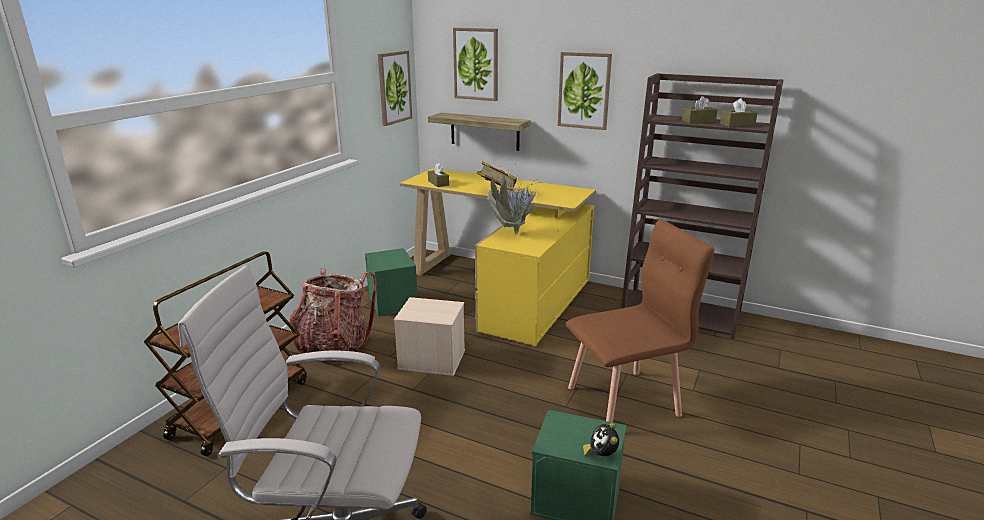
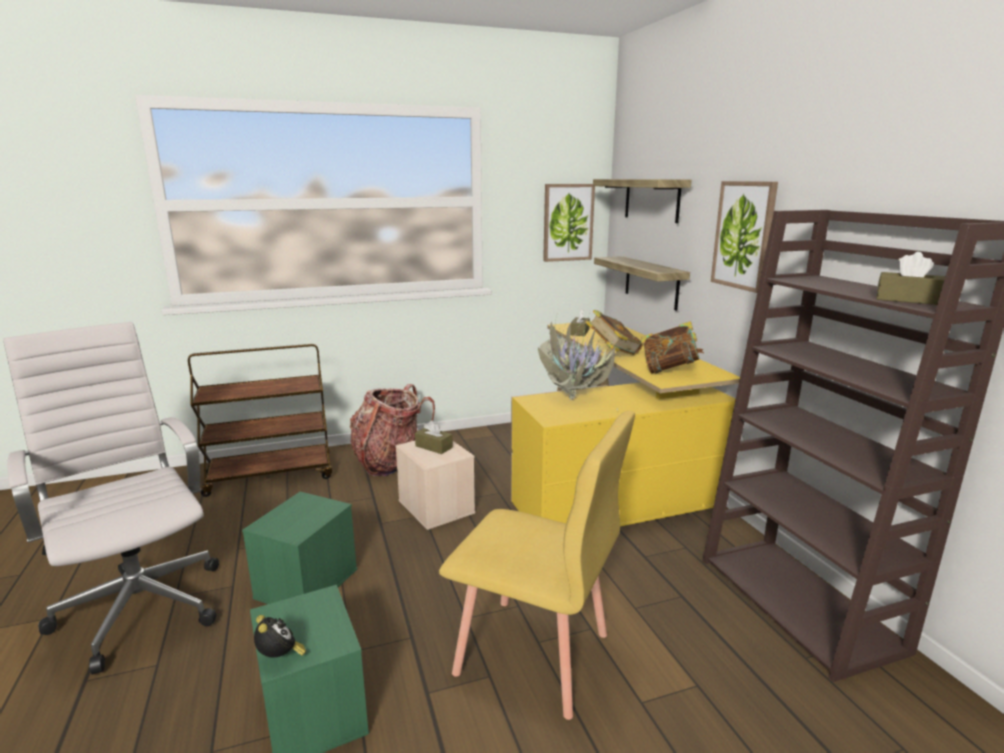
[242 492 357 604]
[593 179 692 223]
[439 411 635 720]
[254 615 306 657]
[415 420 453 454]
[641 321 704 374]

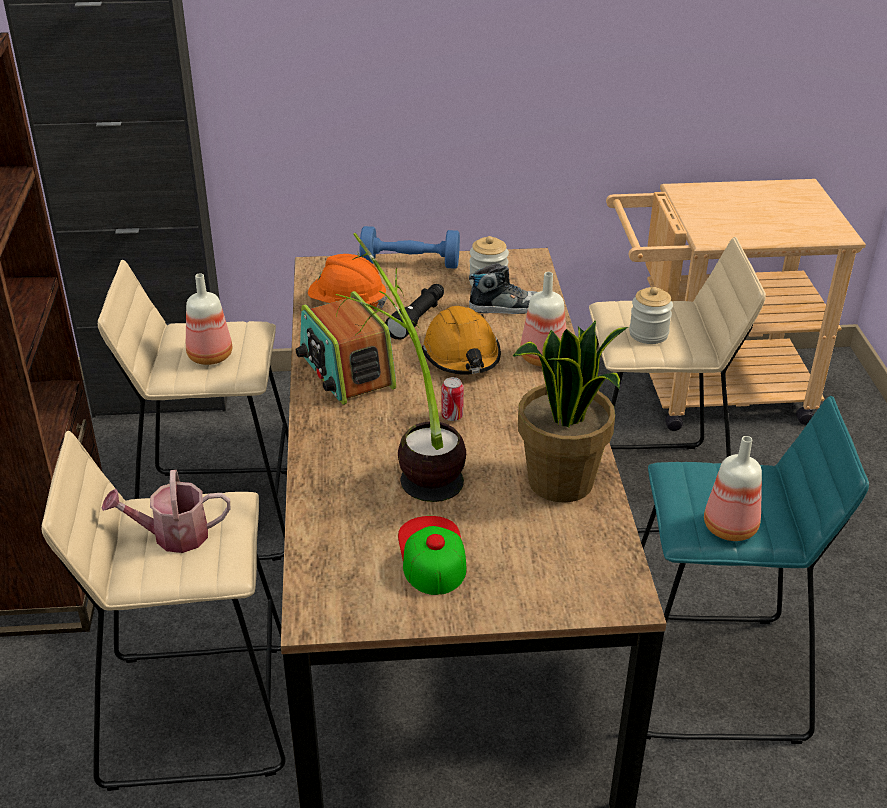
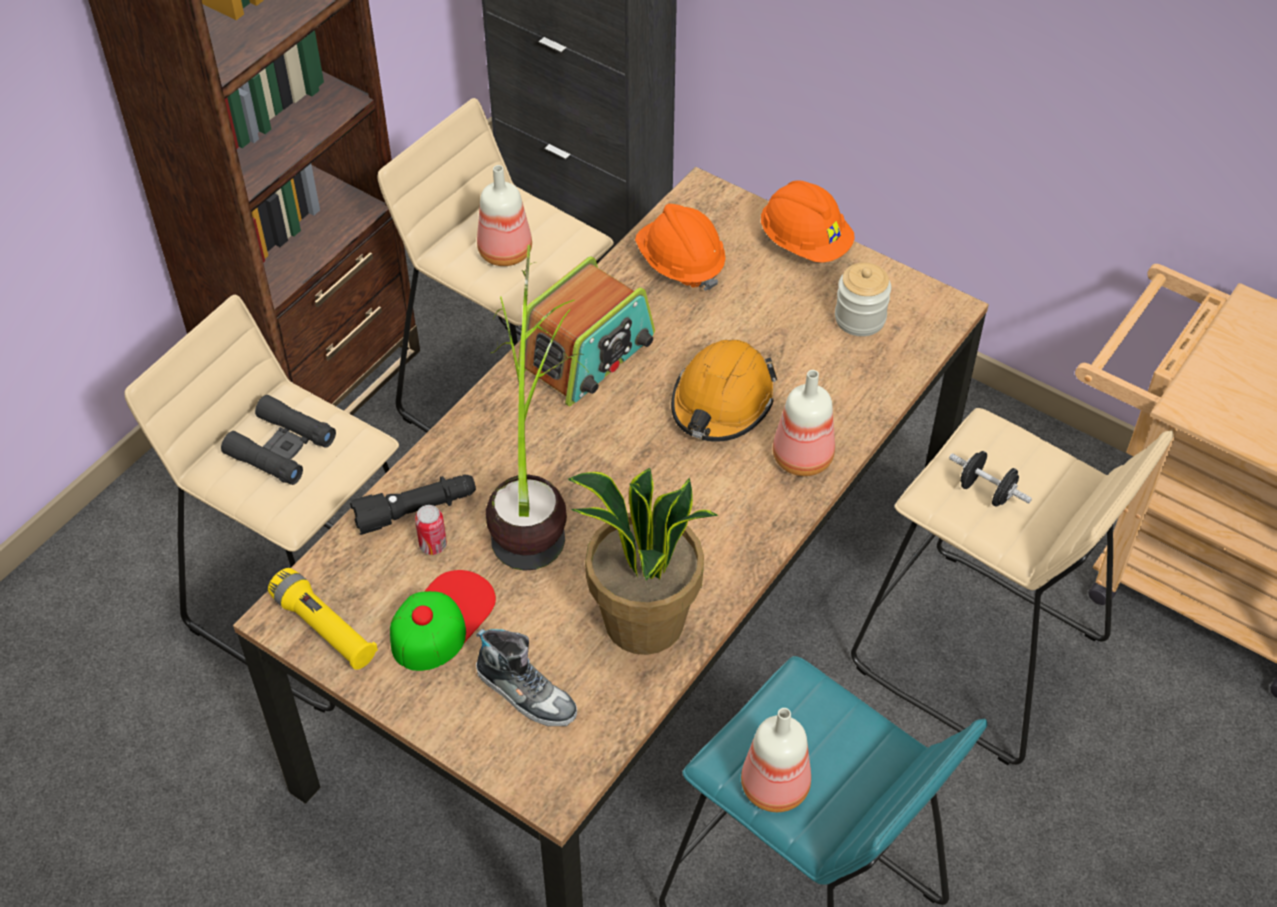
[221 395 336 485]
[518 256 655 406]
[761 180 855 263]
[350 474 476 535]
[415 505 447 555]
[476 629 577 726]
[949 451 1032 507]
[268 568 378 670]

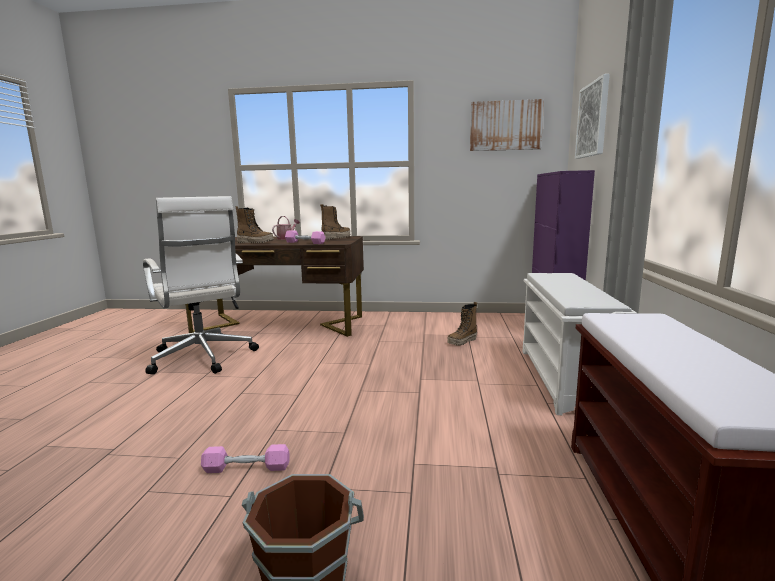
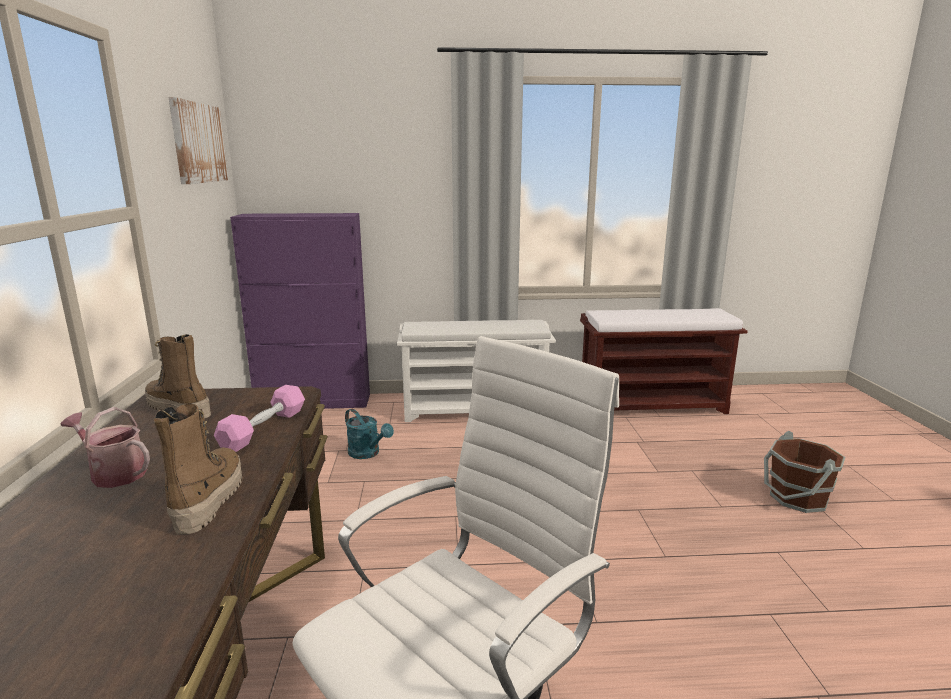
[201 444 290 473] (first image)
[345 409 394 459]
[575 74 610 159] (first image)

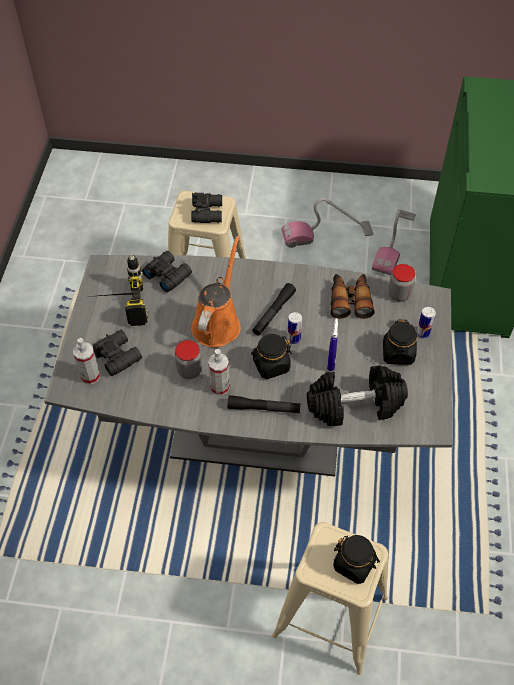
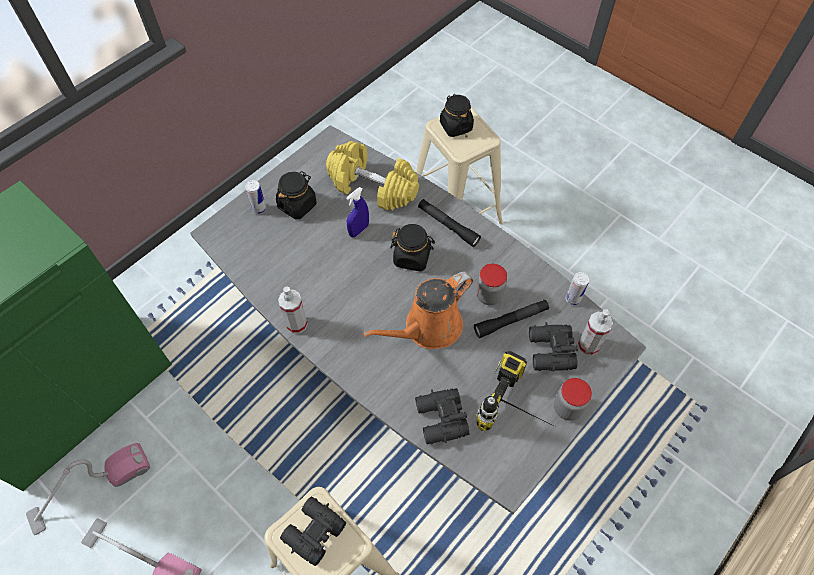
[278 286 308 333]
[474 300 549 338]
[566 272 589 305]
[326 141 419 210]
[331 274 375 319] (first image)
[554 378 592 420]

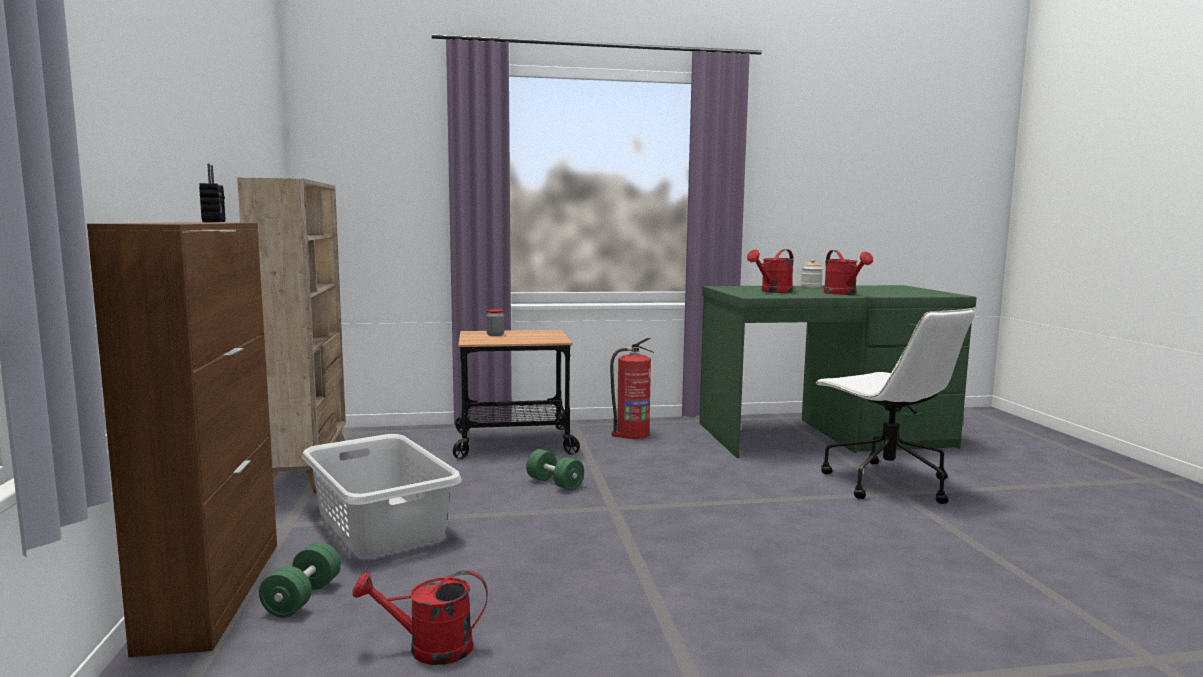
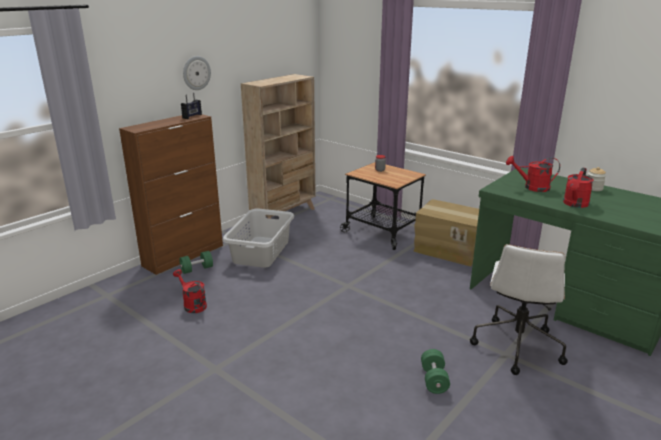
[421 349 450 394]
[414 199 479 267]
[183 56 211 90]

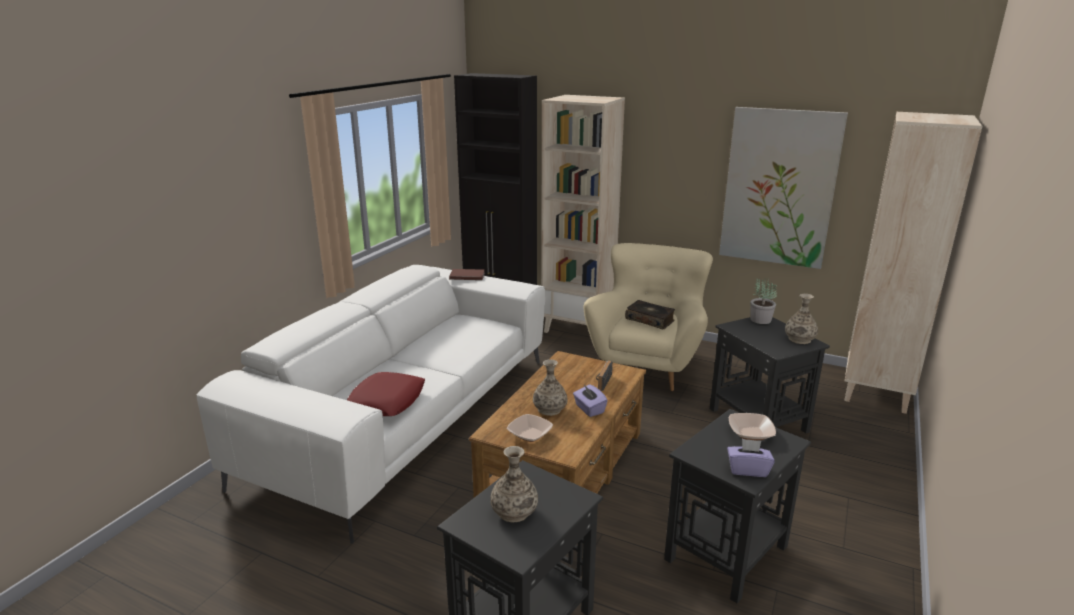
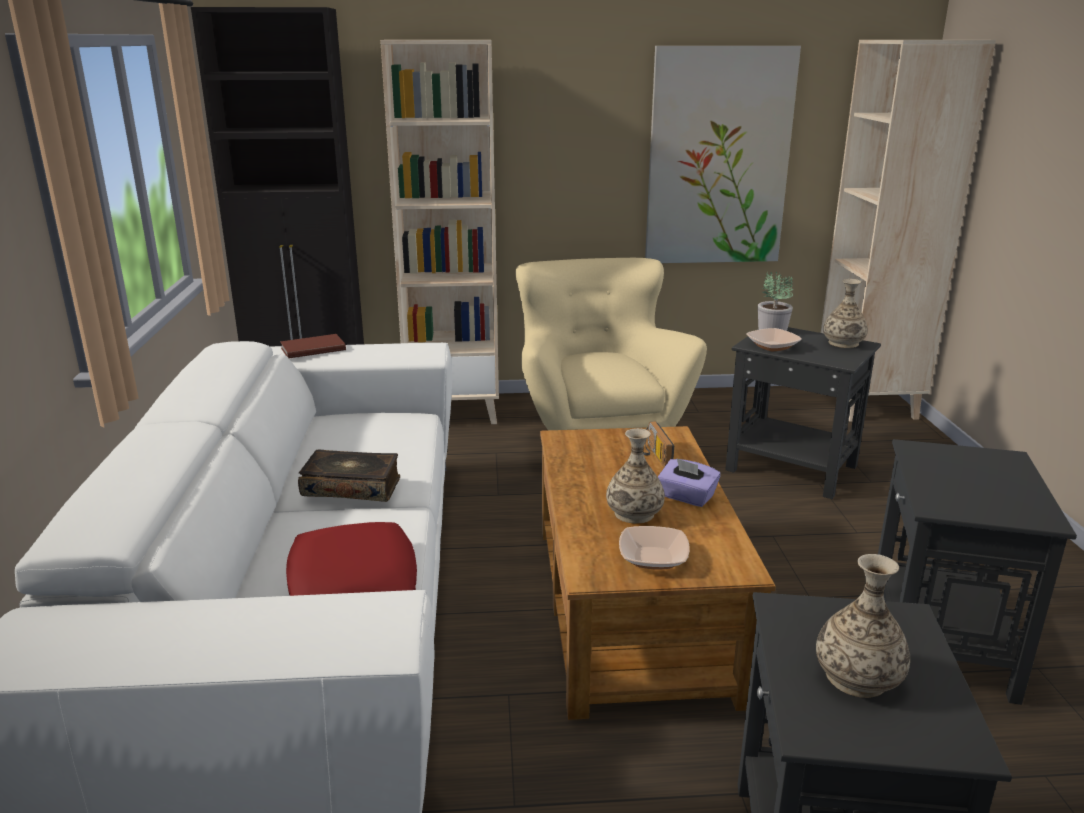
[298 450 400 502]
[727 439 775 477] (first image)
[746 328 802 351]

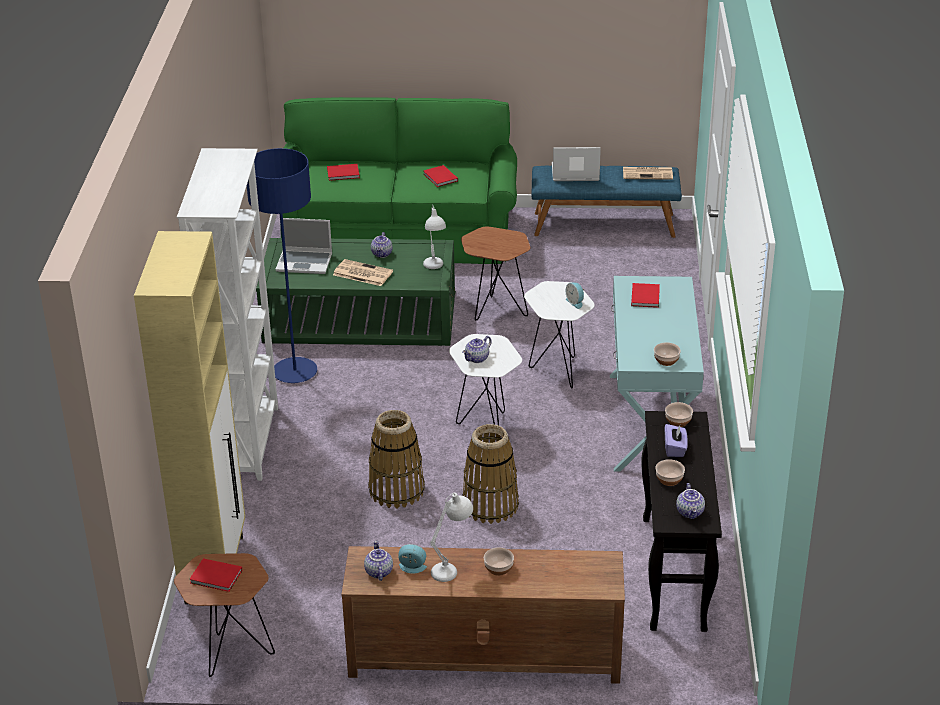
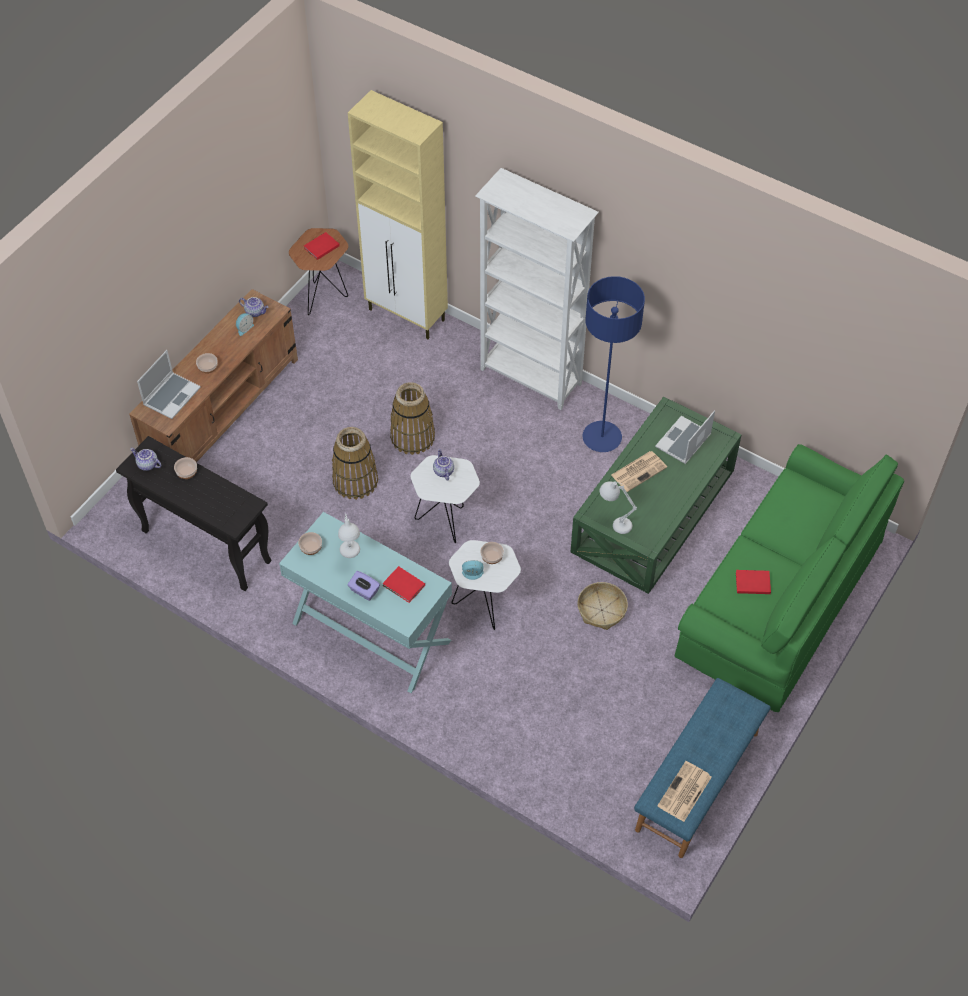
[327 164 360 181] (first image)
[371 232 393 258] (first image)
[338 512 360 558]
[577 582 628 630]
[137 350 201 419]
[480 542 504 564]
[348 571 380 601]

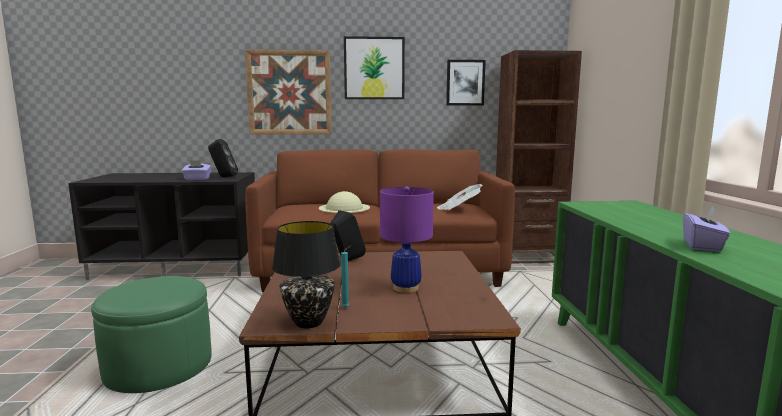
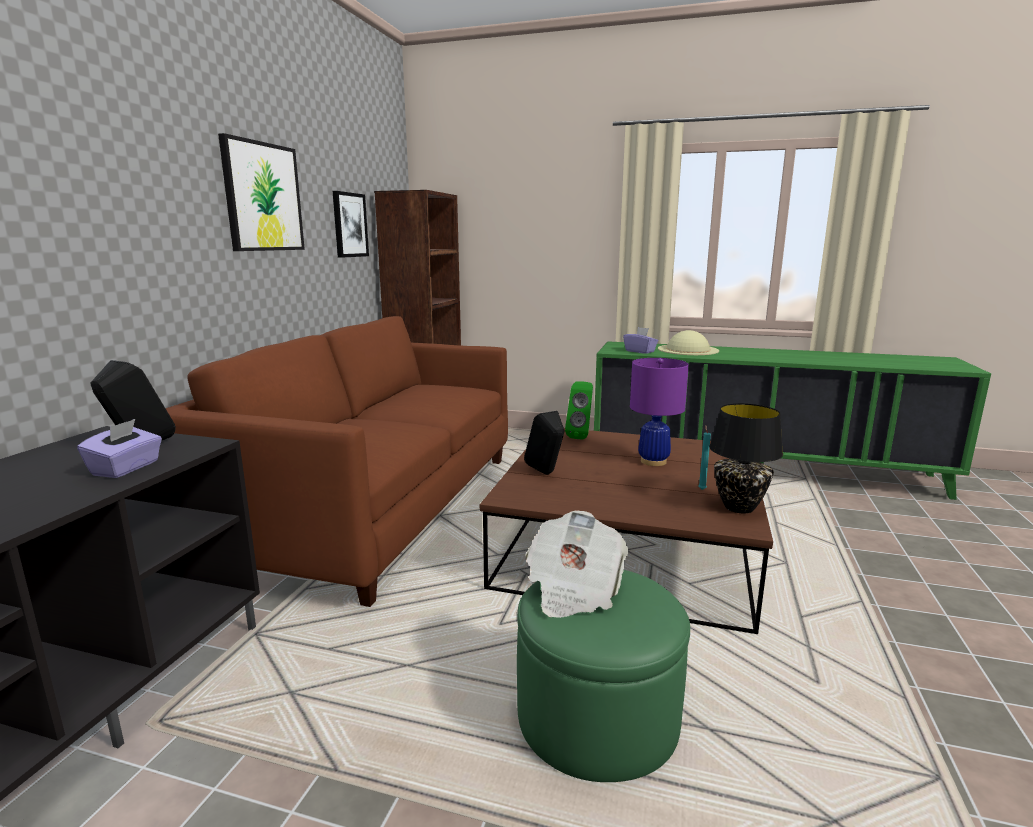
[245 50 332 134] (first image)
[658 330 719 355]
[525 511 629 618]
[623 327 658 354]
[565 382 593 440]

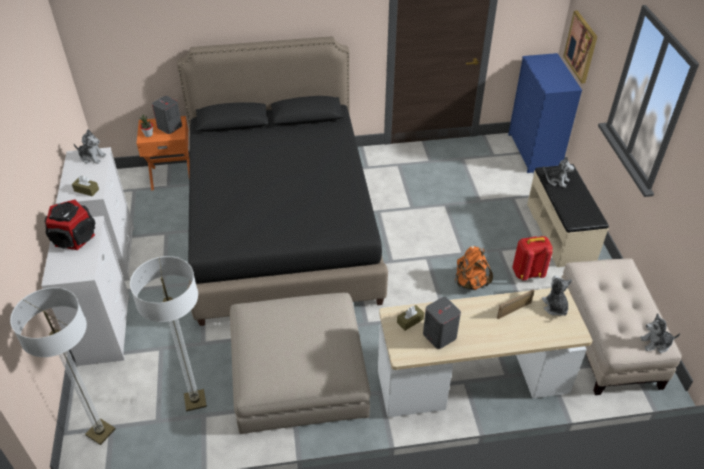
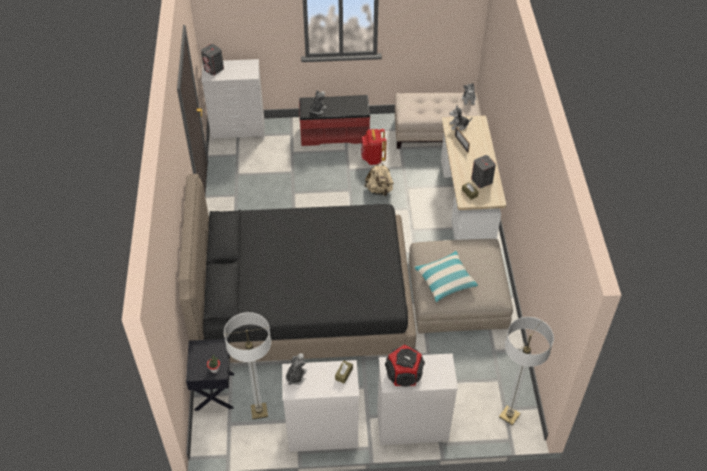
[224 312 271 420]
[186 339 234 411]
[201 44 224 75]
[364 162 394 196]
[201 59 264 141]
[299 95 370 146]
[563 11 597 84] (first image)
[414 250 478 302]

